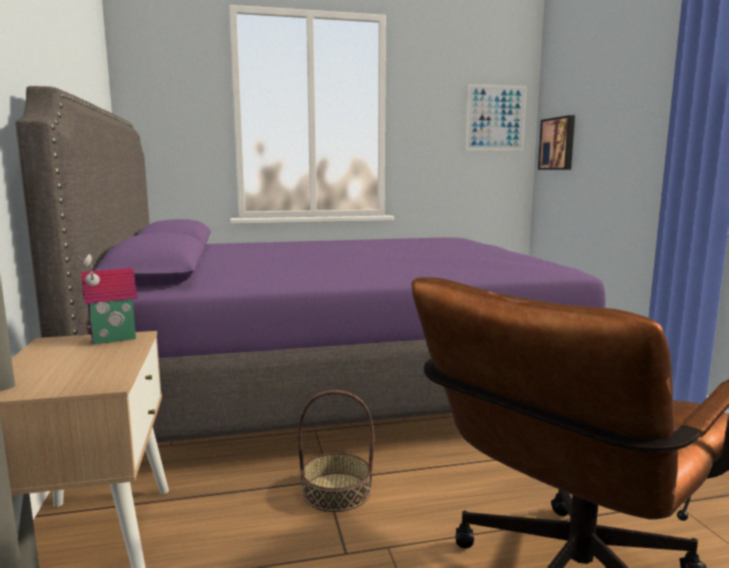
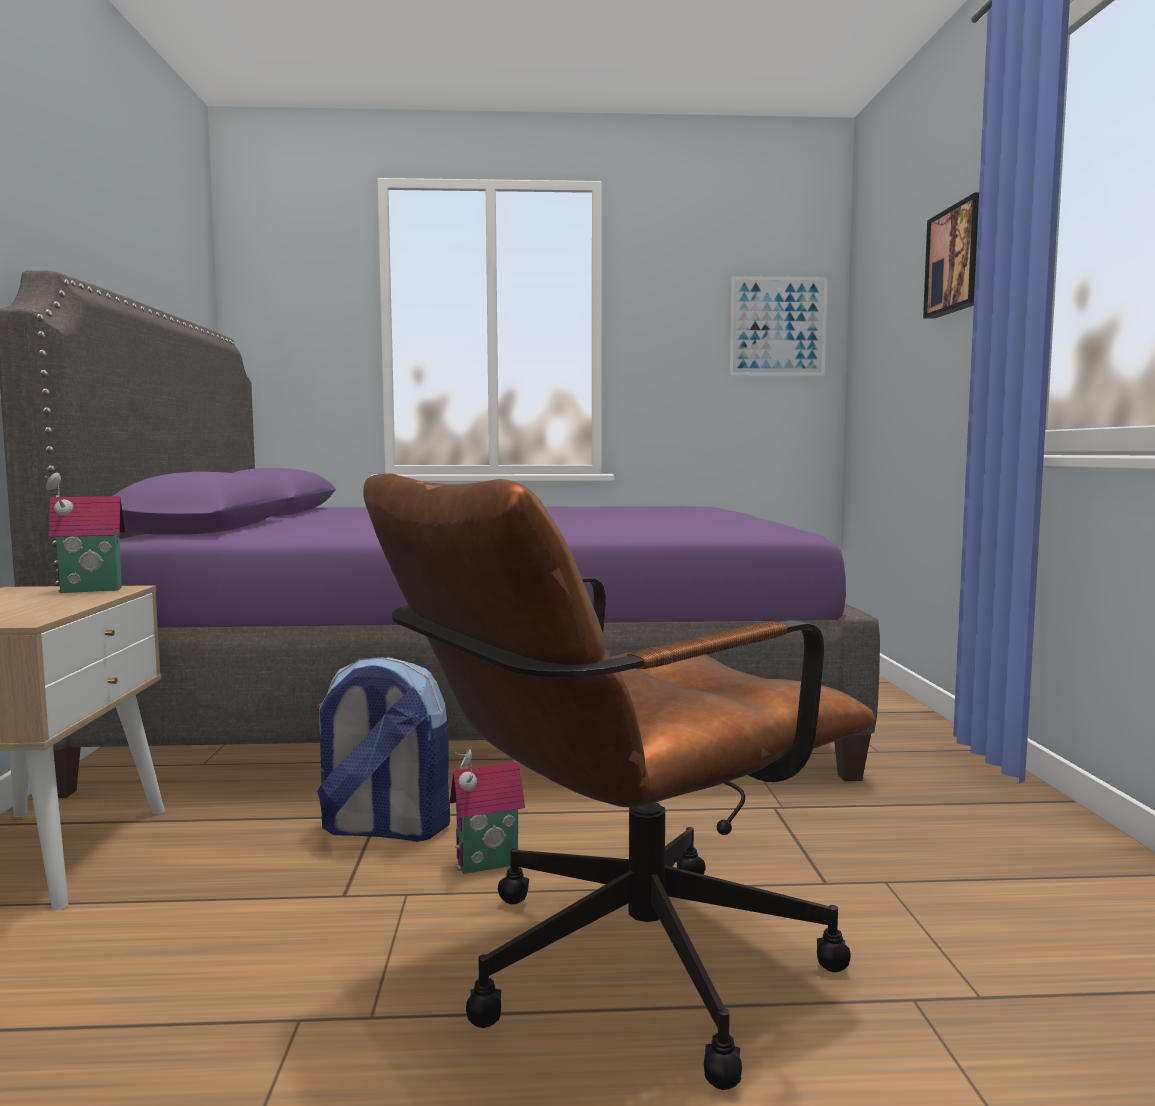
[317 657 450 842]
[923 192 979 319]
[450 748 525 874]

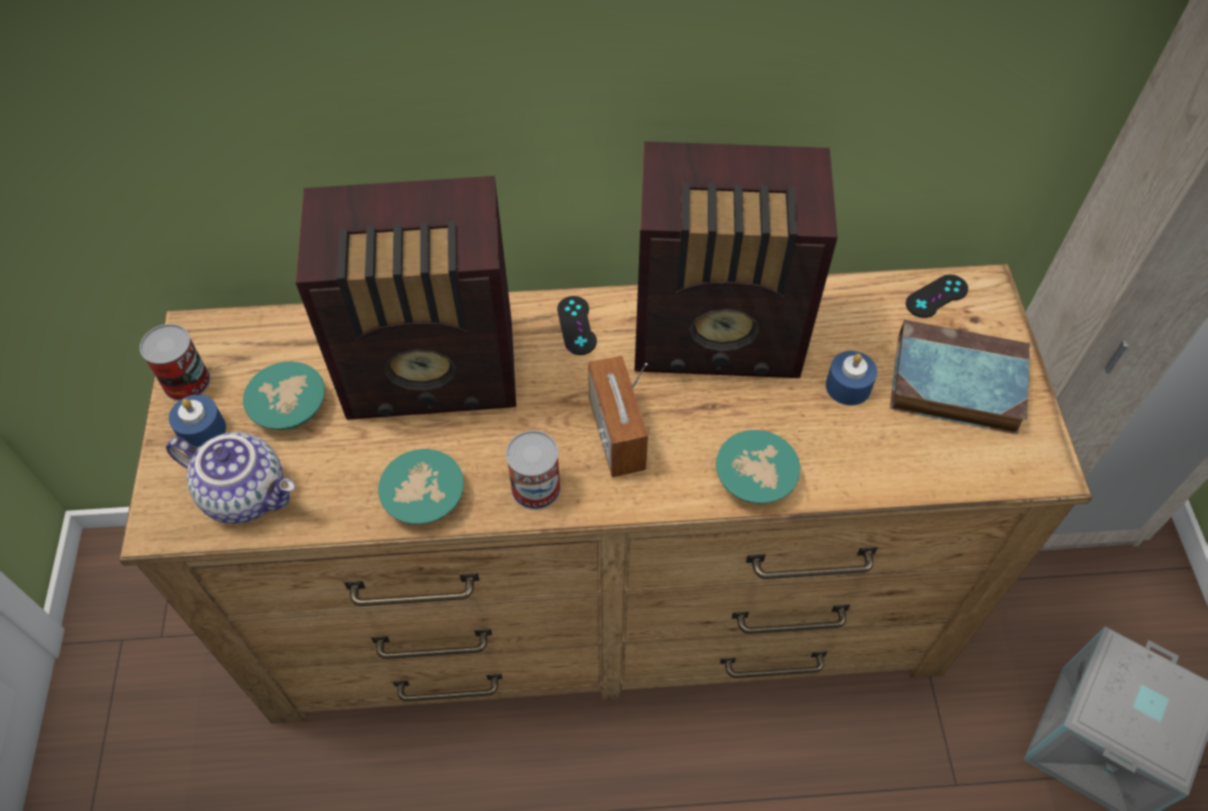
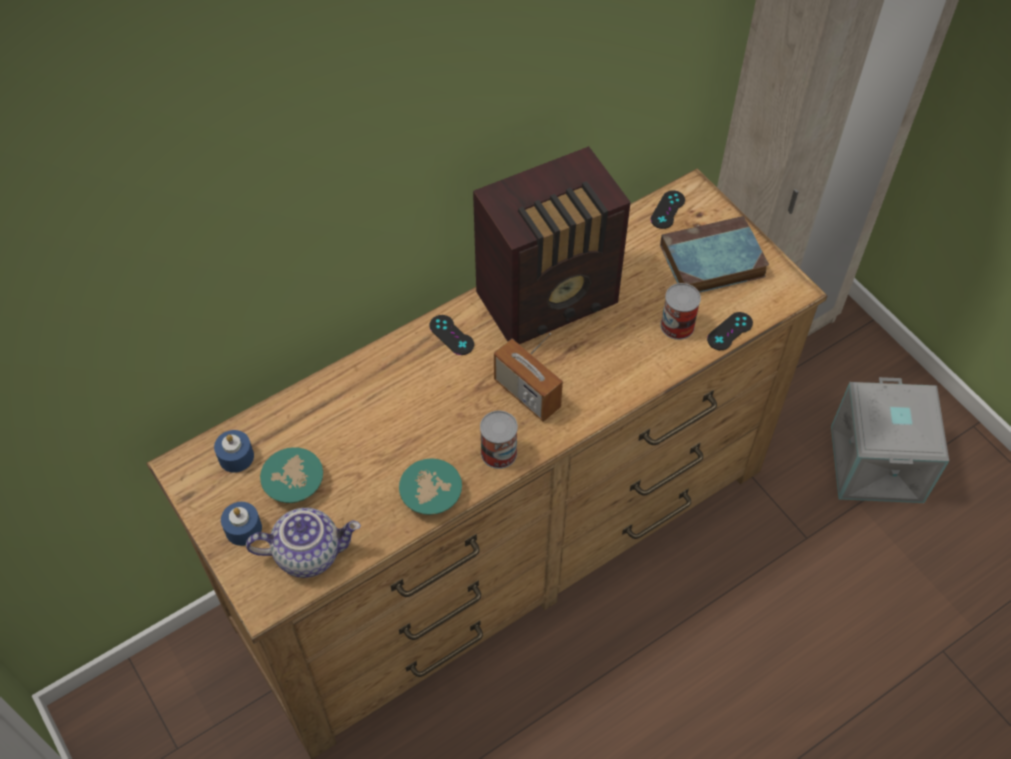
[660 283 701 340]
[295 176 516 420] (first image)
[716 430 800 504] (first image)
[214 430 254 473]
[707 312 753 350]

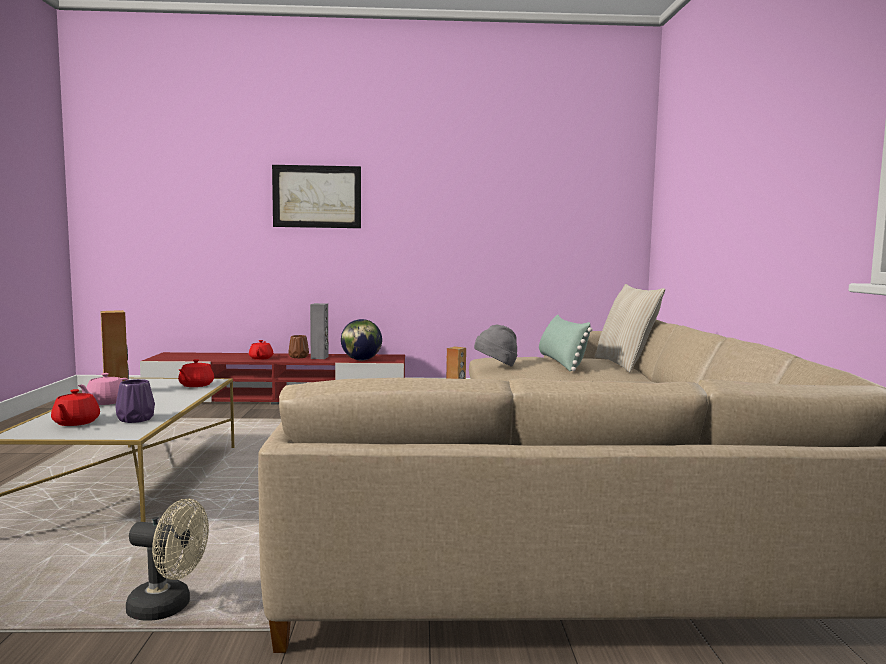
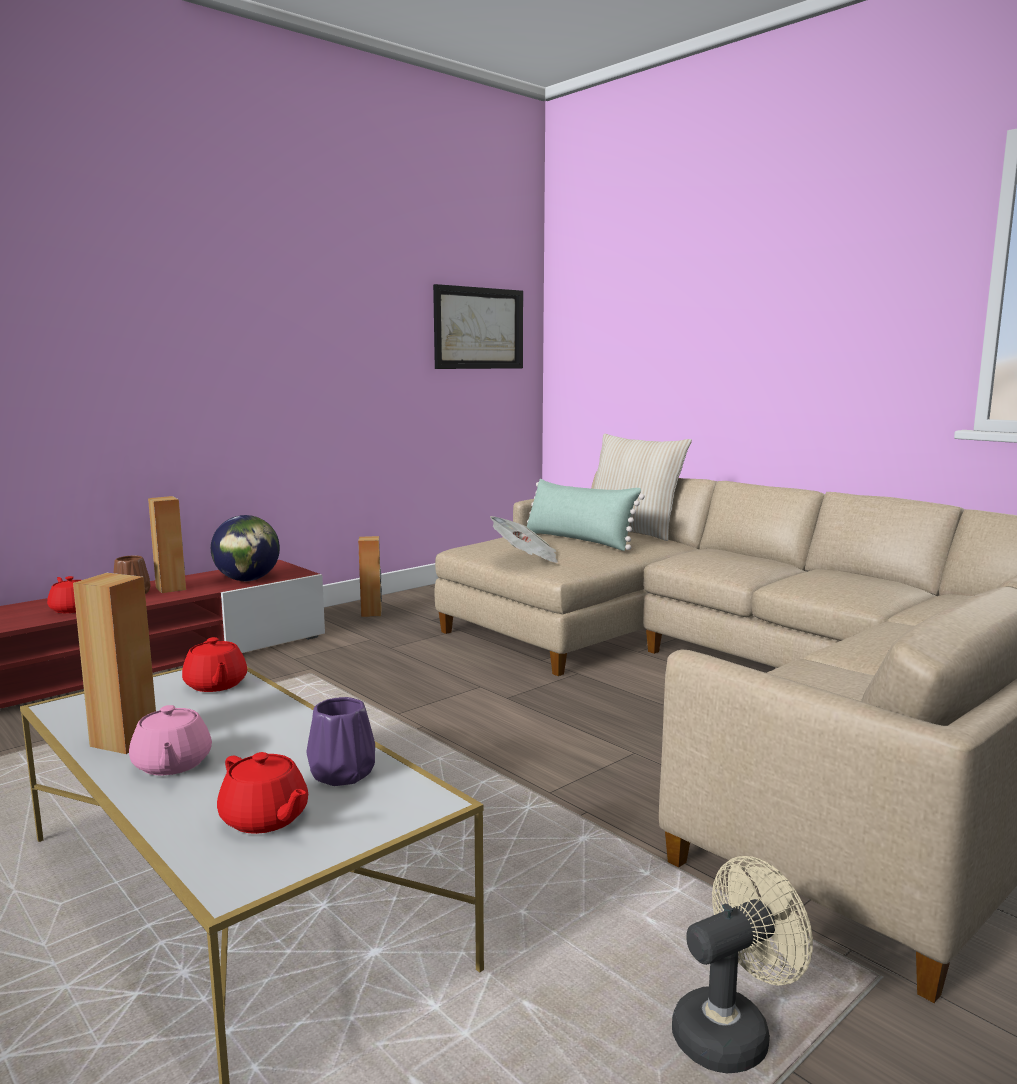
[433 284 523 369]
[148 496 186 593]
[490 516 558 563]

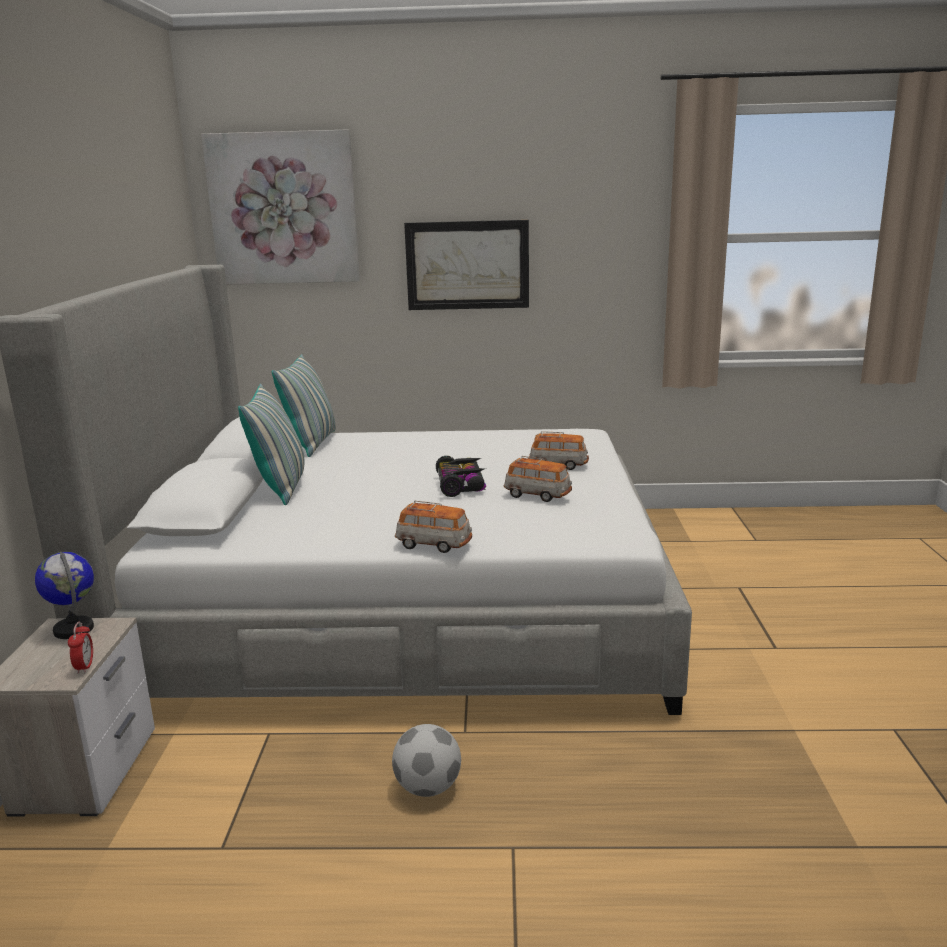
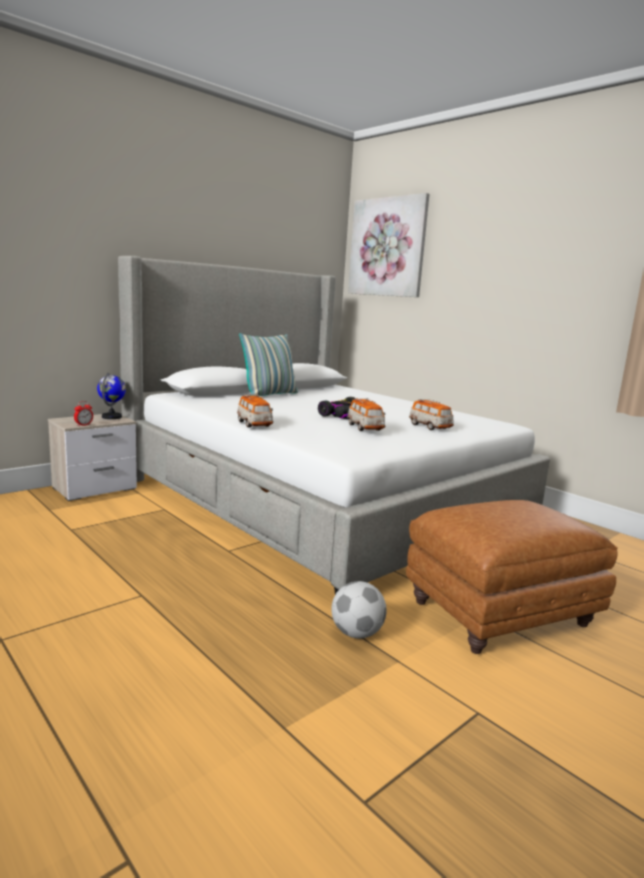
[272 354 336 457] (first image)
[331 581 387 638]
[404 220 529 310] (first image)
[406 500 618 654]

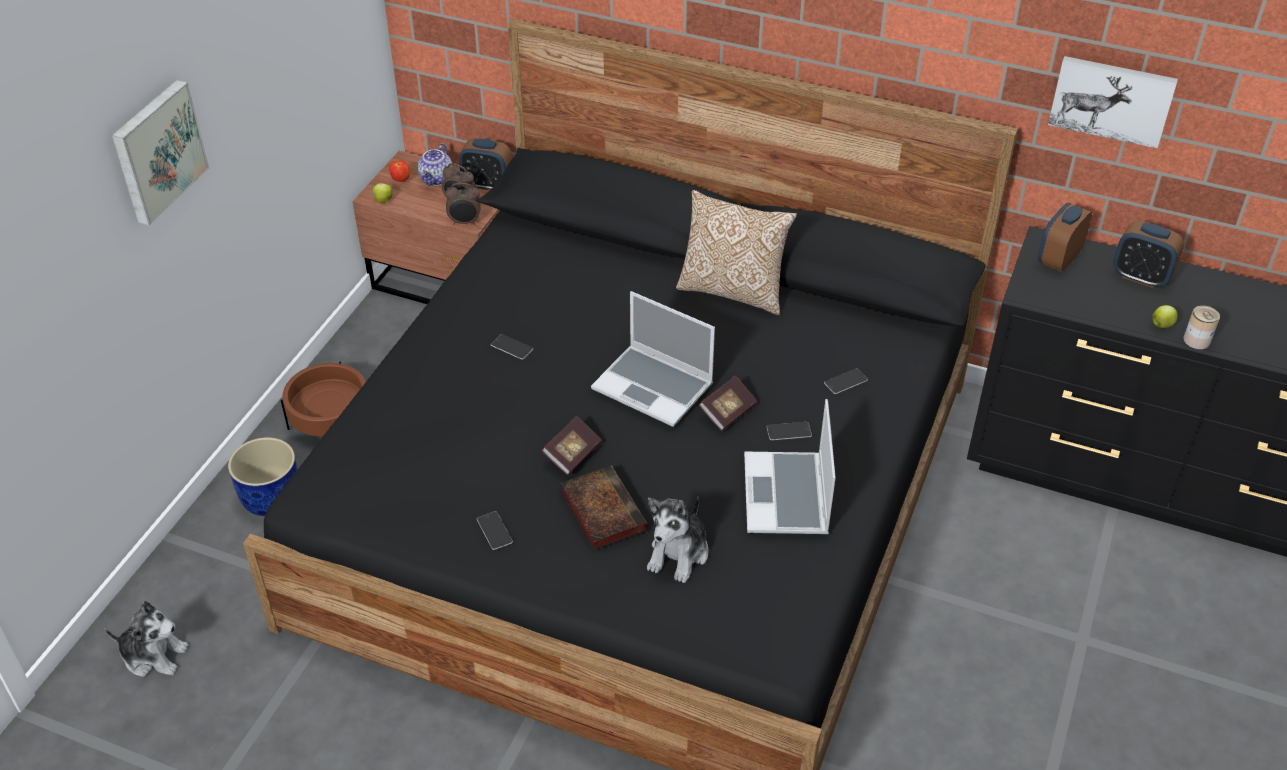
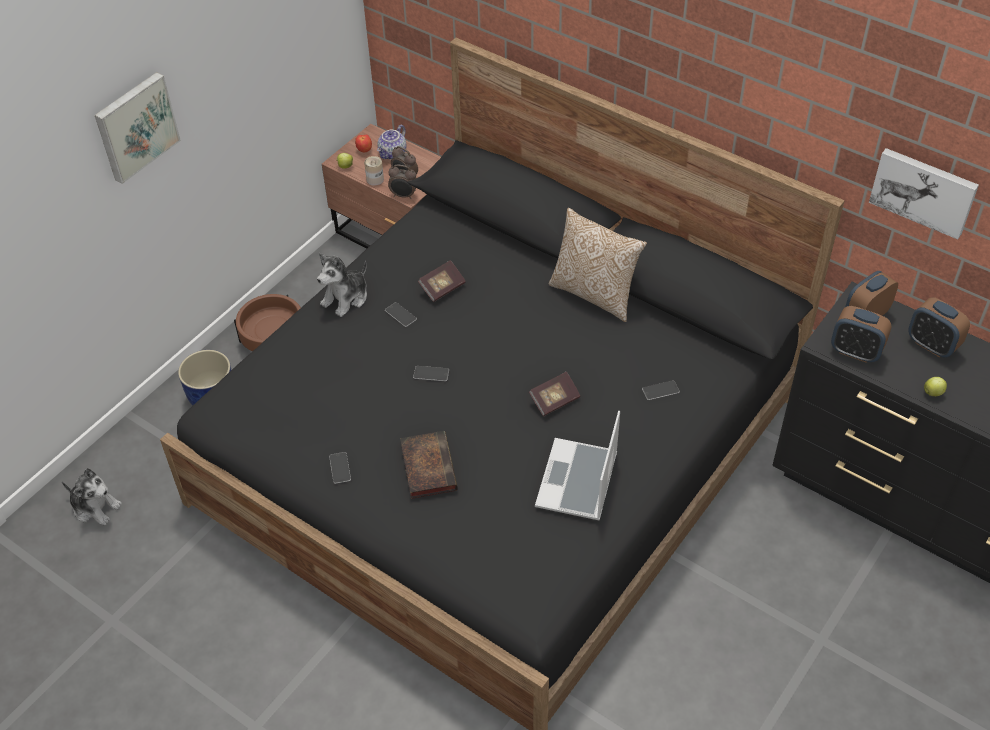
[831 306 892 363]
[418 260 466 302]
[591 291 715 427] (first image)
[317 253 367 317]
[413 366 449 381]
[364 156 384 186]

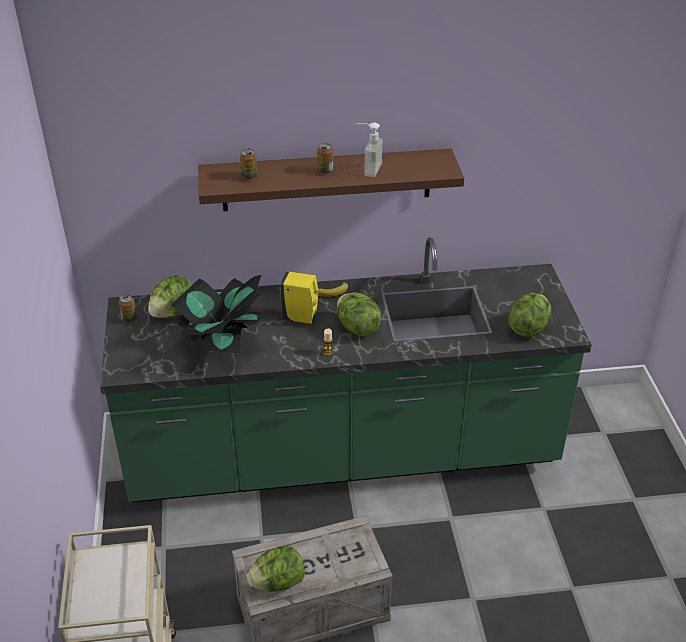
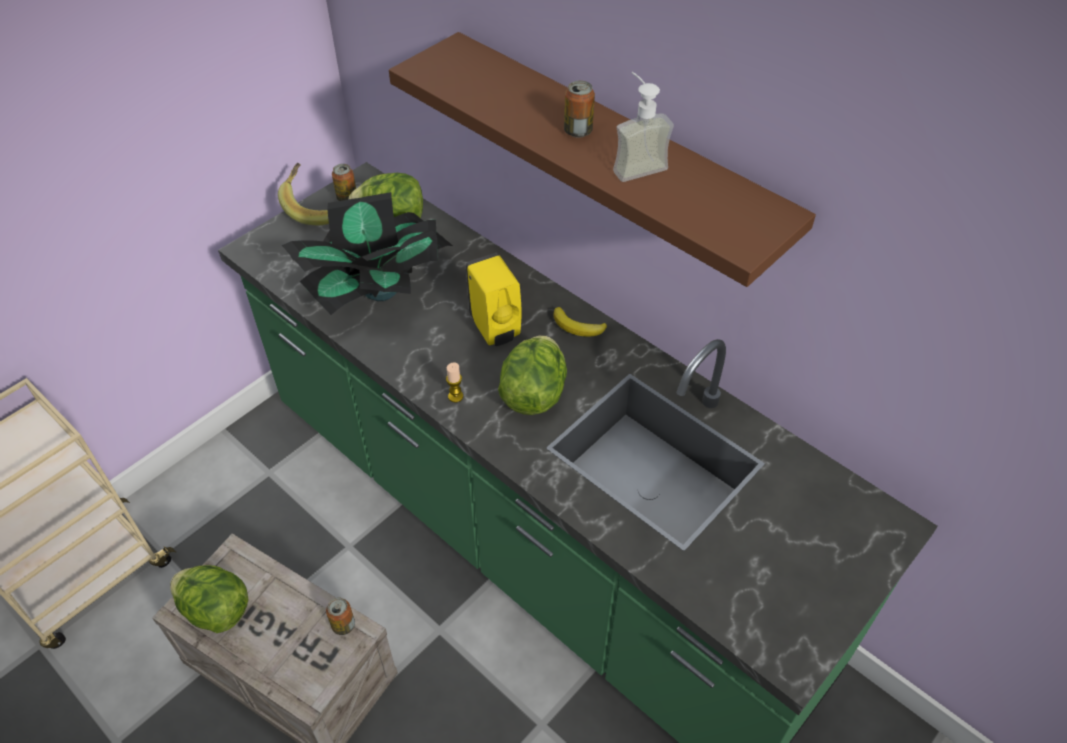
[326 598 355 635]
[508 293 552 337] (first image)
[278 163 329 225]

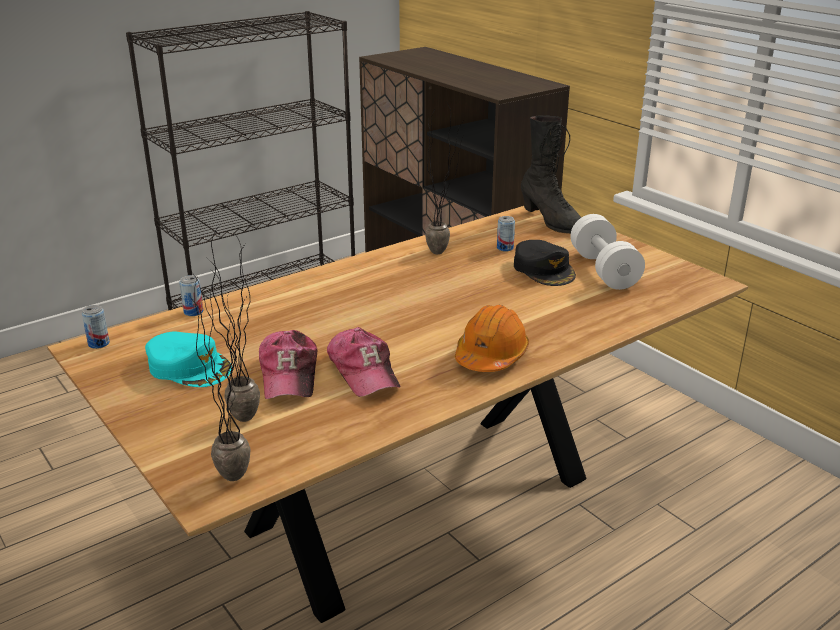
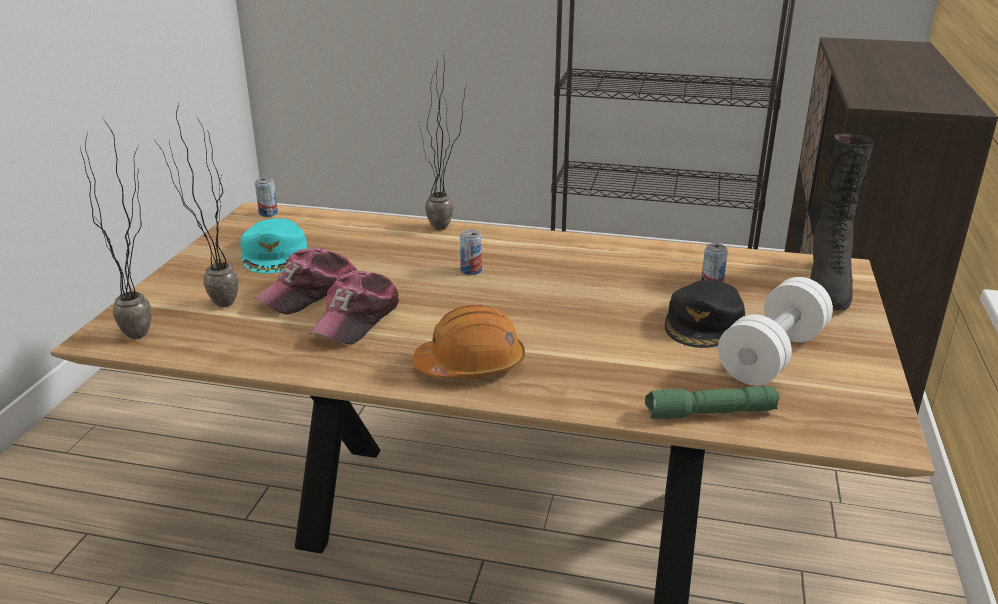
[460 230 482 275]
[419 52 467 230]
[645 386 780 419]

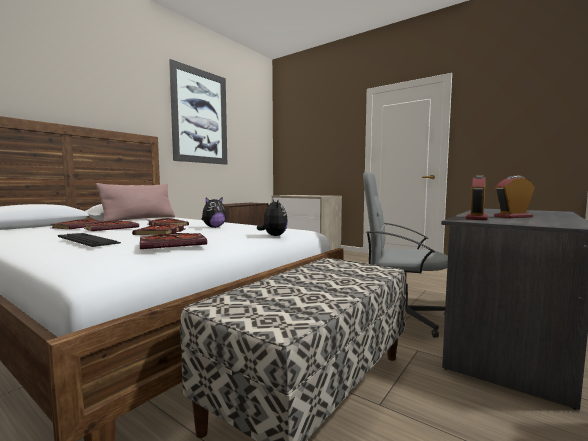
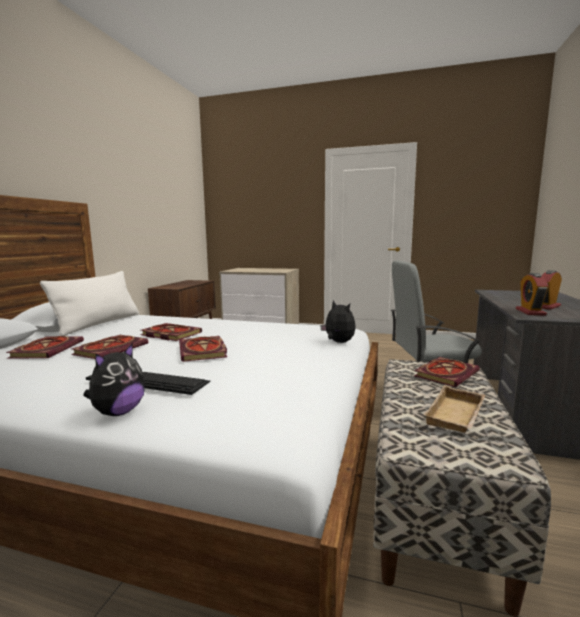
[40 271 139 336]
[414 357 480 387]
[169 59 227 165] (first image)
[83 343 145 416]
[424 385 485 433]

